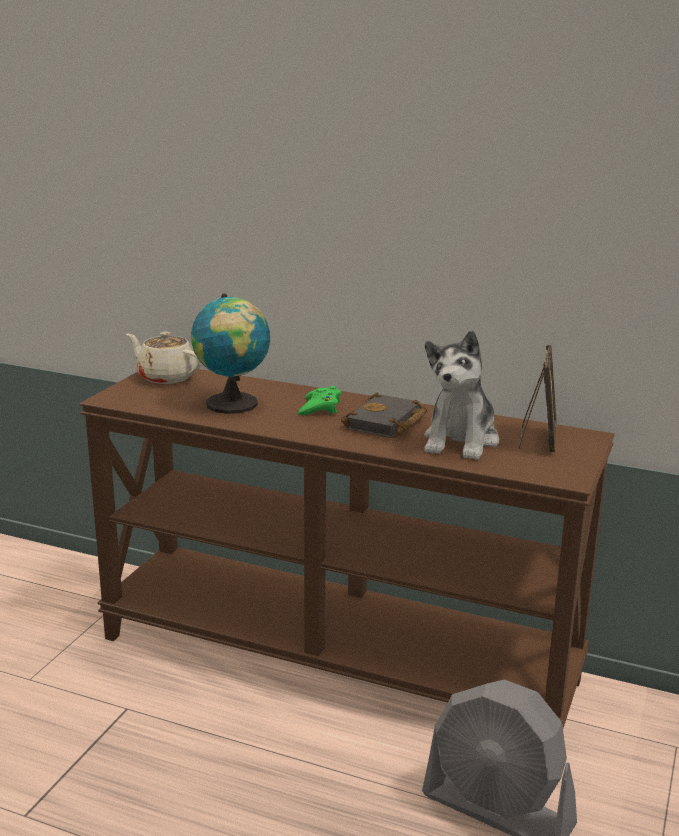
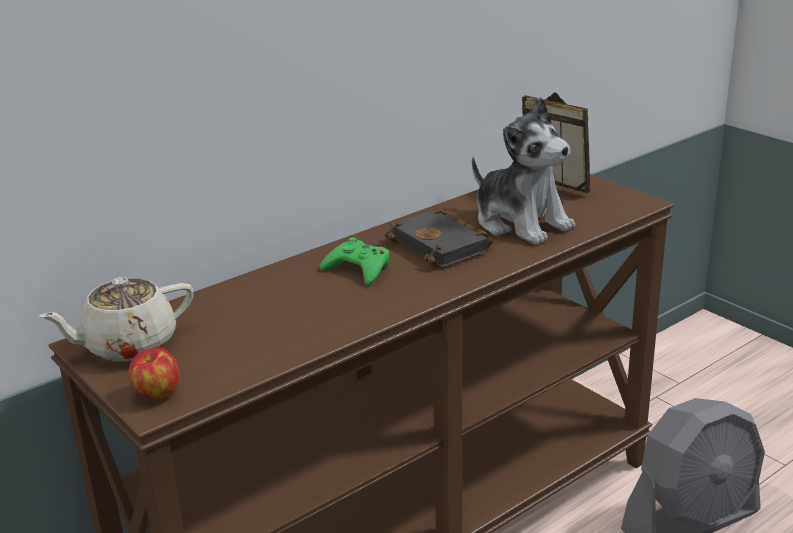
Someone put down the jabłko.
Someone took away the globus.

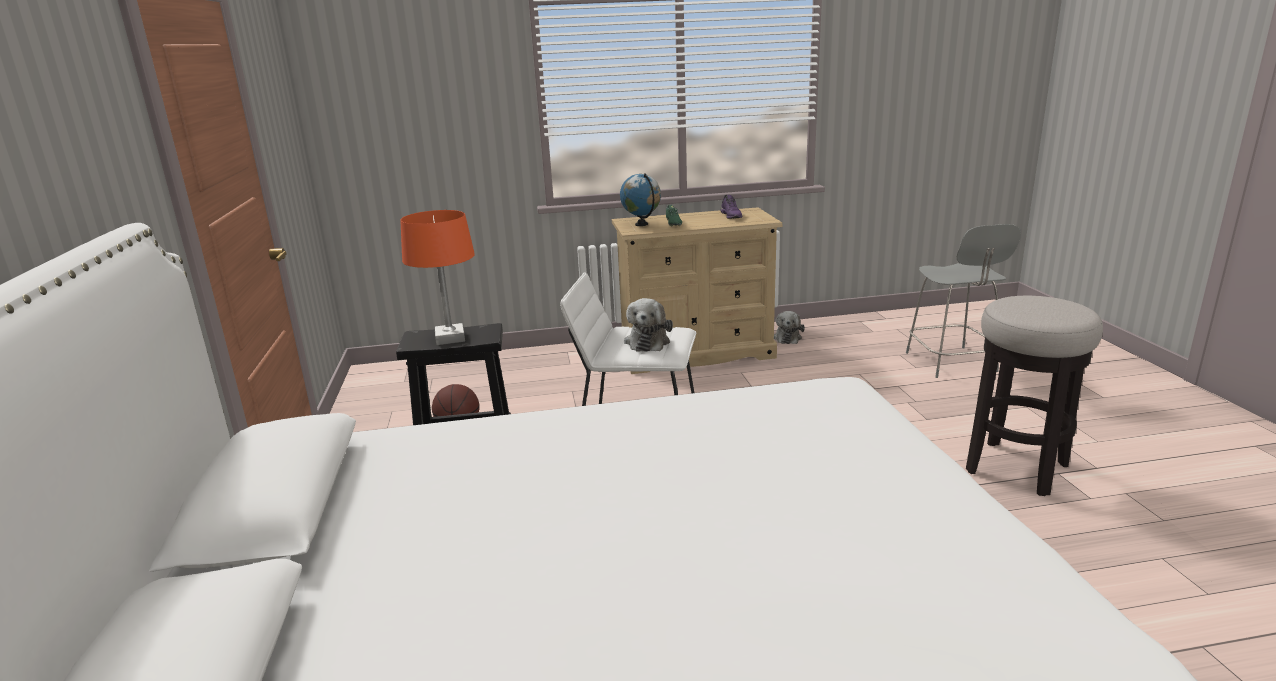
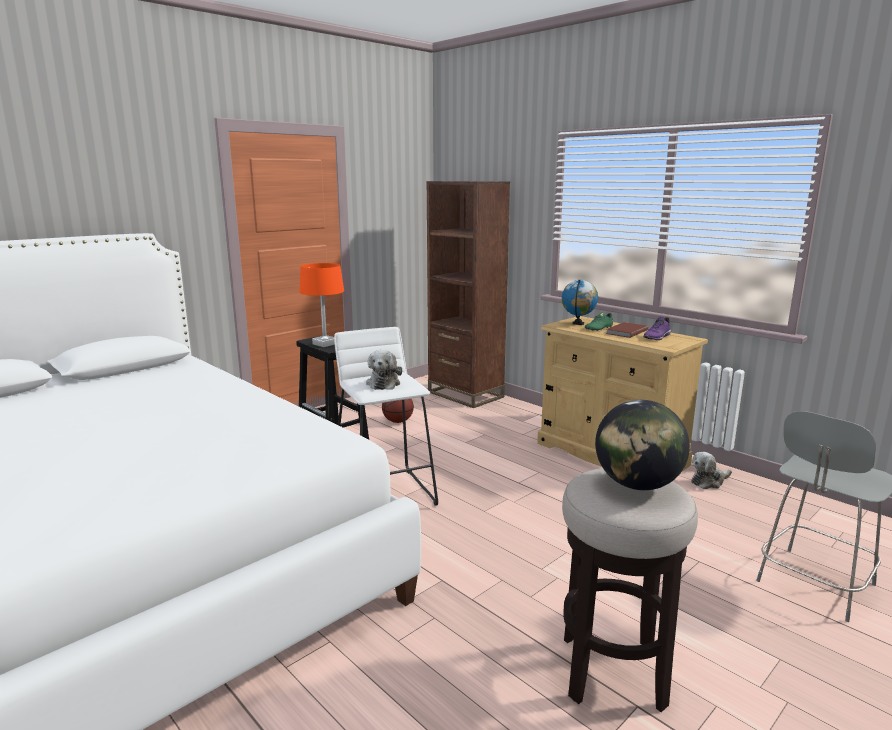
Someone rotated the pluszak (no. 1 from left) by 60 degrees counterclockwise.
Someone put down the regał/brązowy.
Someone put down the globus (no. 2 from left).
Someone put down the książka/brązowy.

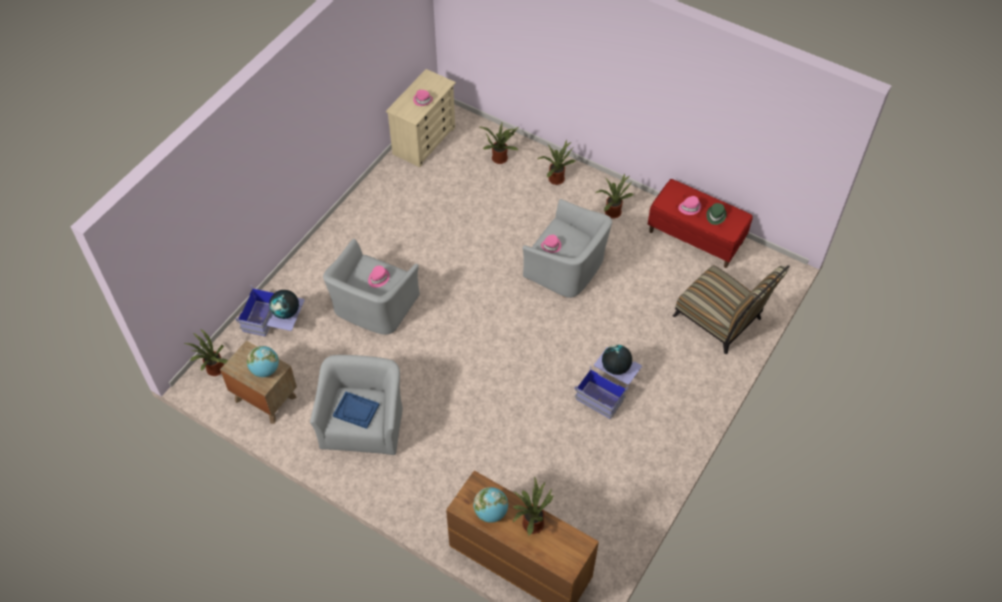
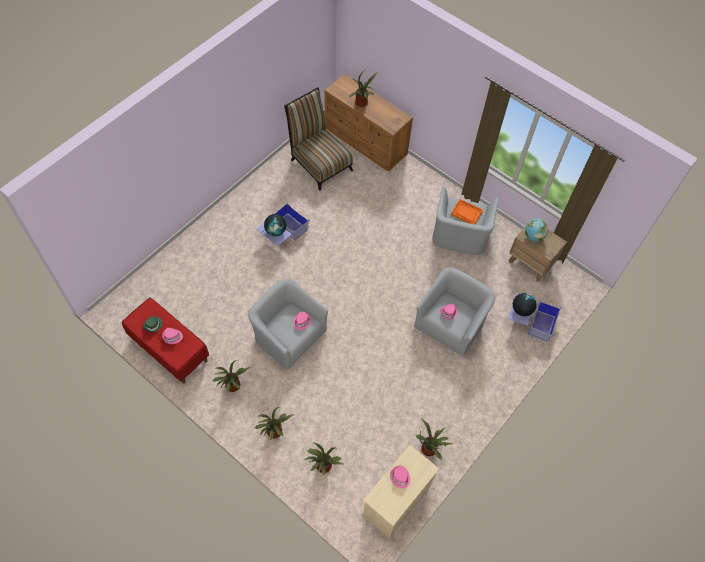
Someone carried the krzesło.
Someone carried the roślina doniczkowa (no. 1 from left in the first image).
Someone repainted the taca/niebieski, which became the taca/pomarańczowy.
Someone took away the globus (no. 3 from left).

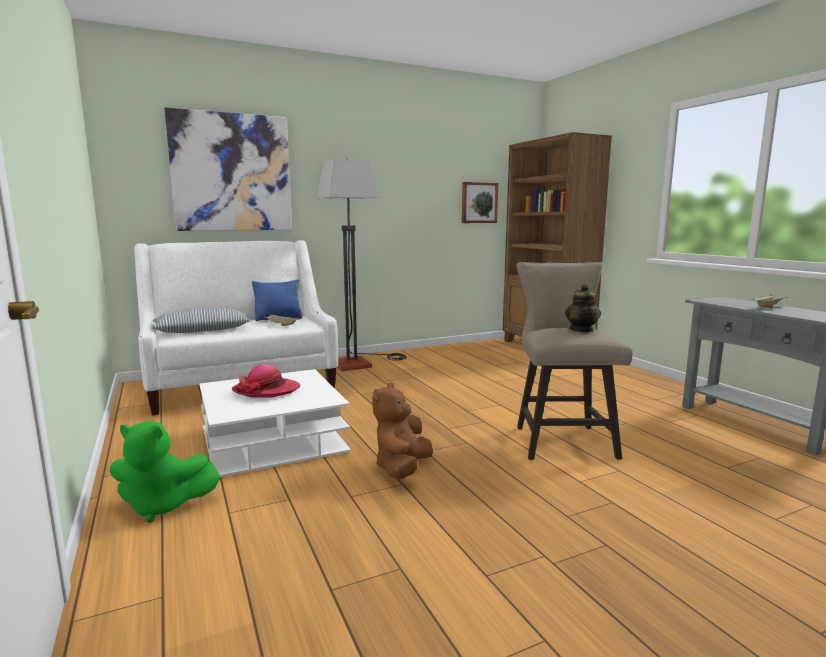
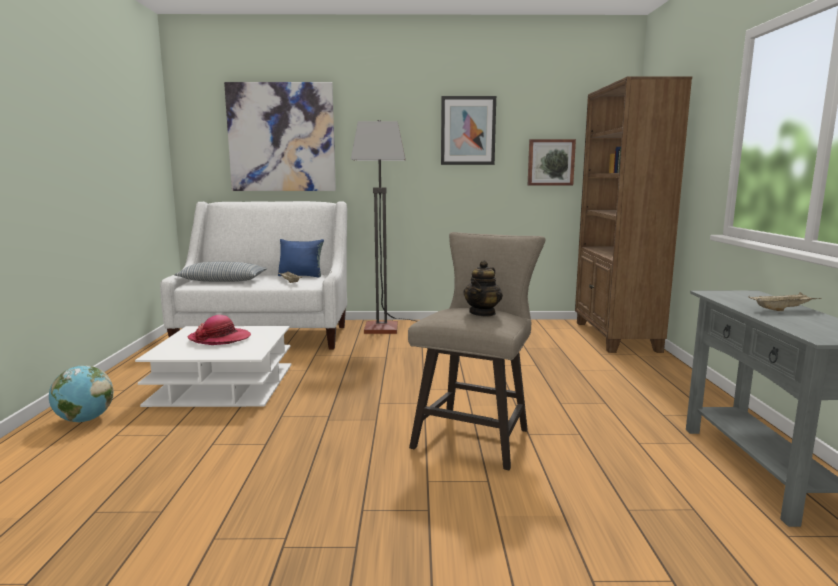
Someone swapped the pluszak/zielony for the globus.
Someone put up the obraz (no. 2 from left).
Someone took away the pluszak/brązowy.

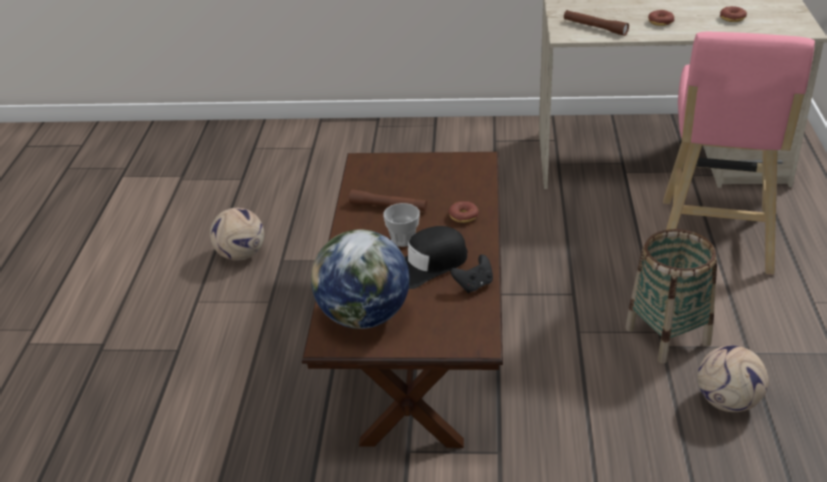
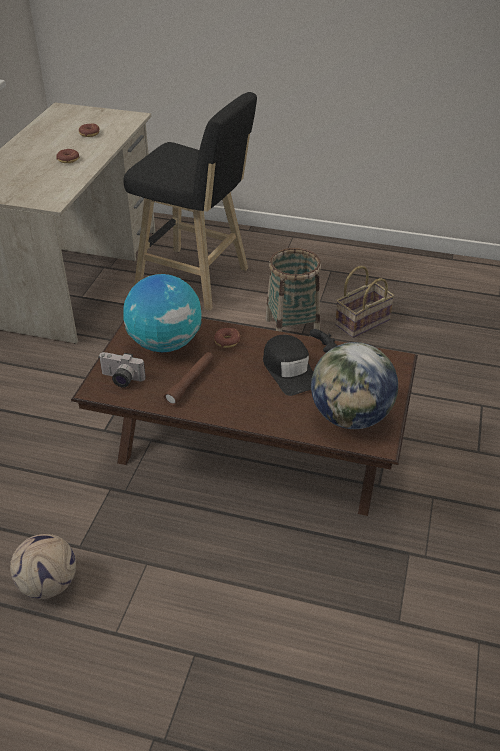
Someone put down the aparat fotograficzny.
Someone repainted the stołek/różowy, which became the stołek/czarny.
Someone put down the globus (no. 1 from left).
Someone swapped the piłka futbolowa (no. 2 from left) for the koszyk (no. 2 from left).
Someone took away the filiżanka.
Someone took away the latarka/brązowy (no. 2 from left).

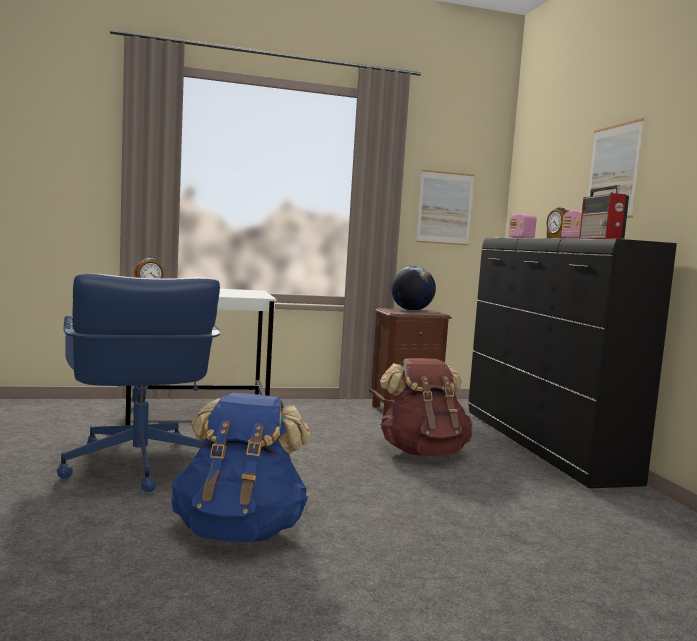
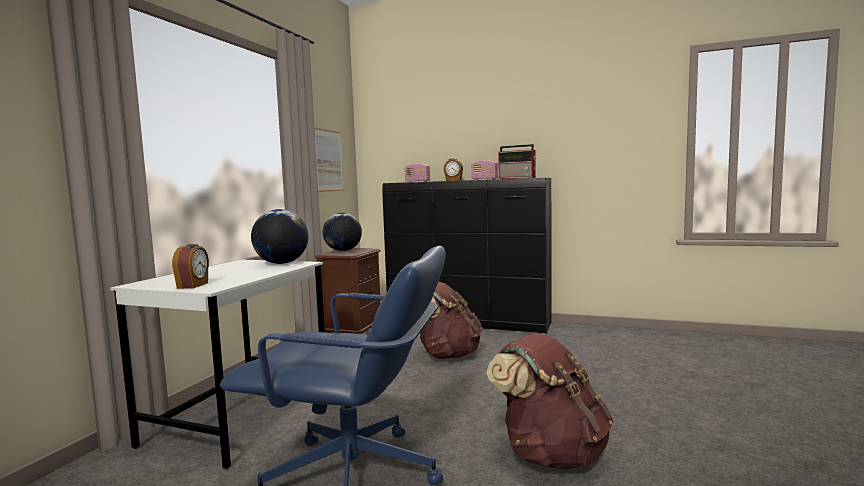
Someone put down the globus (no. 1 from left).
Someone repainted the plecak/niebieski, which became the plecak/brązowy (no. 2 from left).
Someone took away the obraz (no. 2 from left).

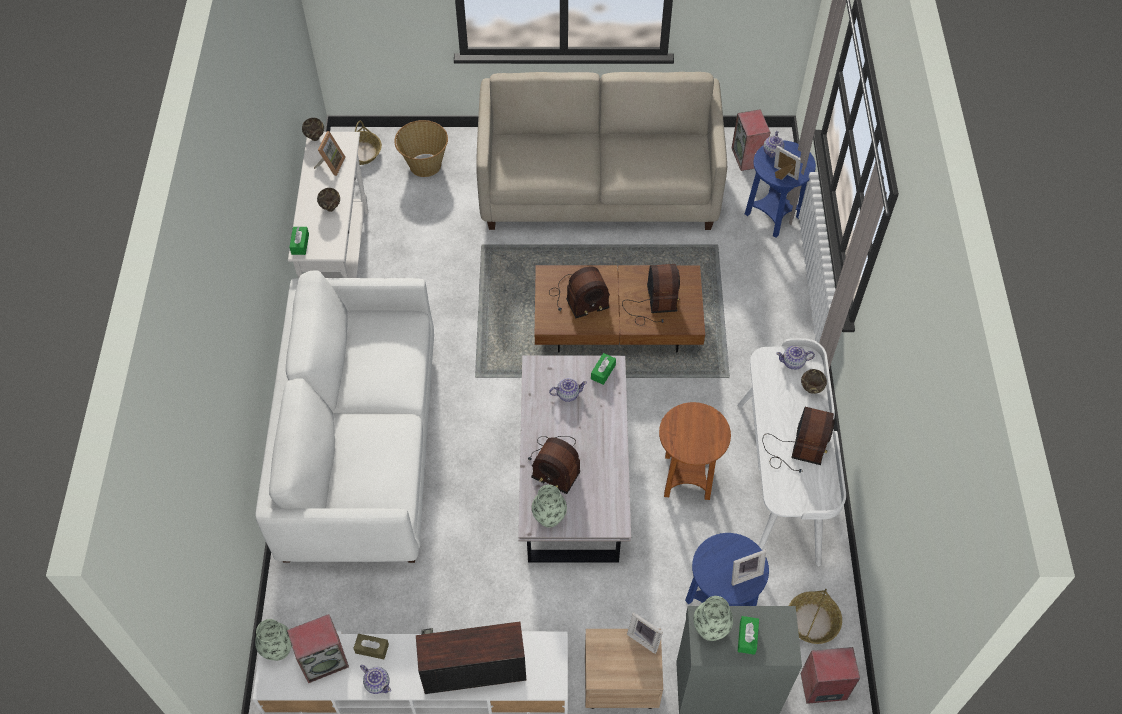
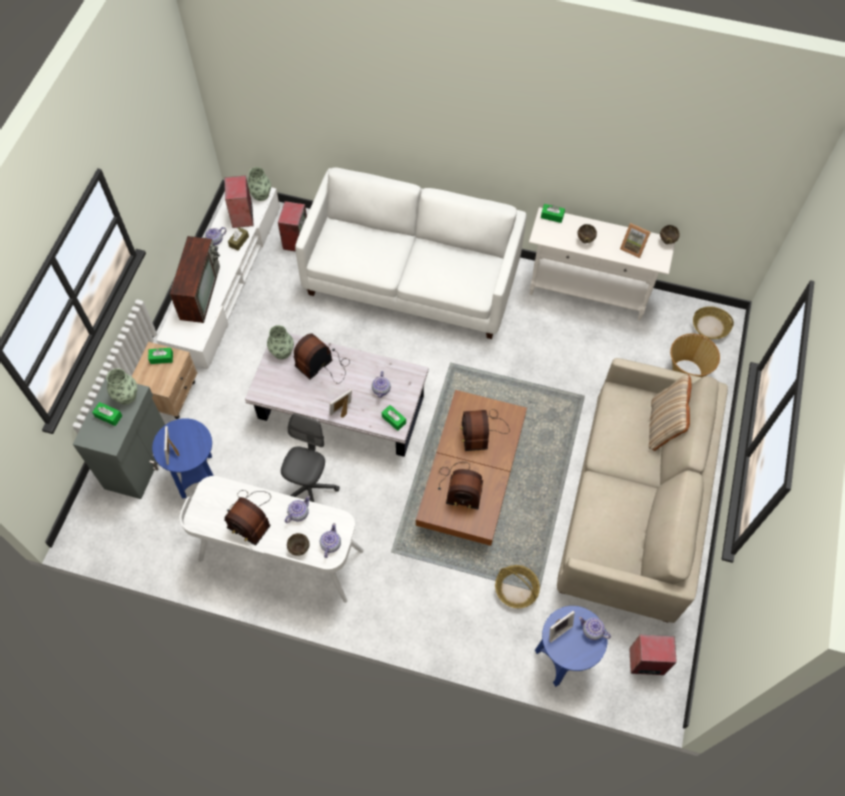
Someone put down the pudełko chusteczek/zielony (no. 2 from left).
Someone carried the głośnik (no. 3 from left in the first image).
Someone swapped the stolik/brązowy for the krzesło biurowe/szary.
Someone put down the imbryk (no. 2 from left).
Someone carried the ramka na zdjęcie (no. 2 from left).
Someone carried the koszyk (no. 3 from left in the first image).
Someone put down the poduszka/beżowy.

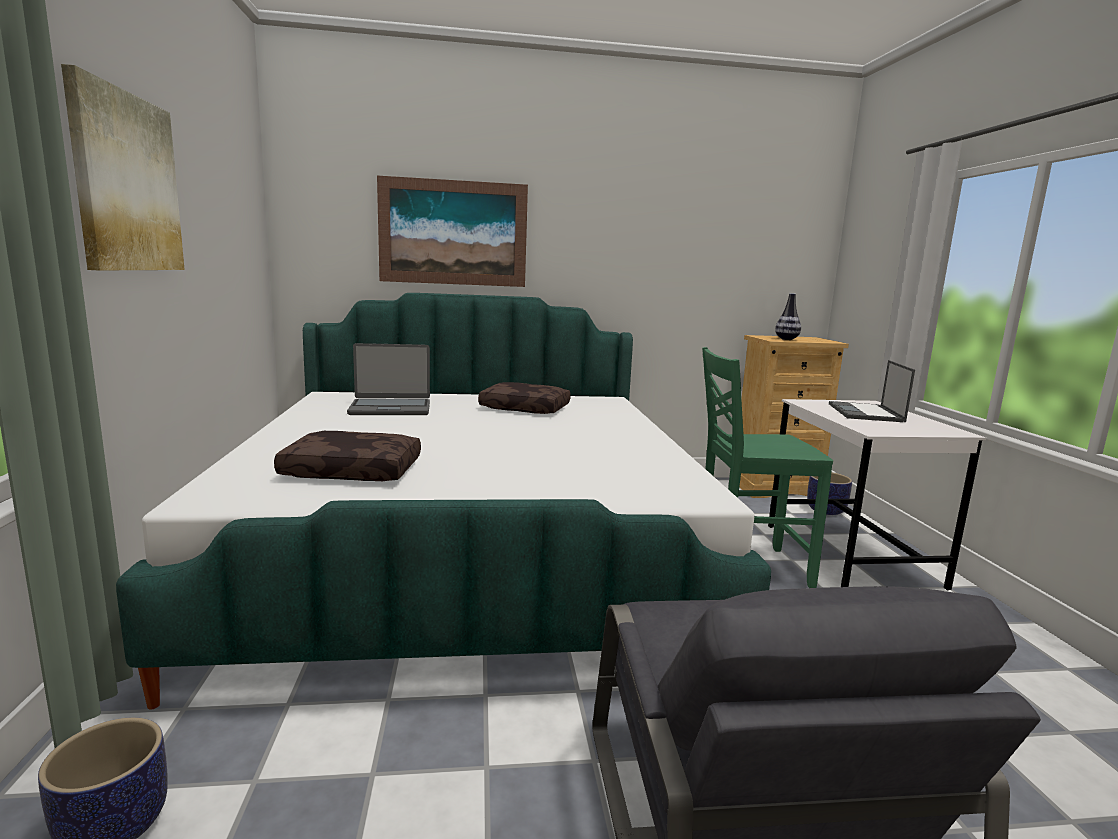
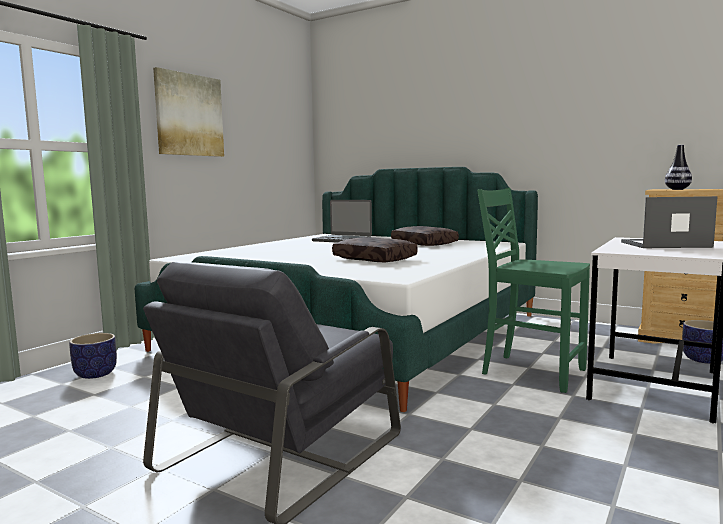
Someone carried the poduszka/brązowy (no. 1 from left).
Someone rotated the laptop (no. 2 from left) by 45 degrees clockwise.
Someone took away the obraz (no. 2 from left).

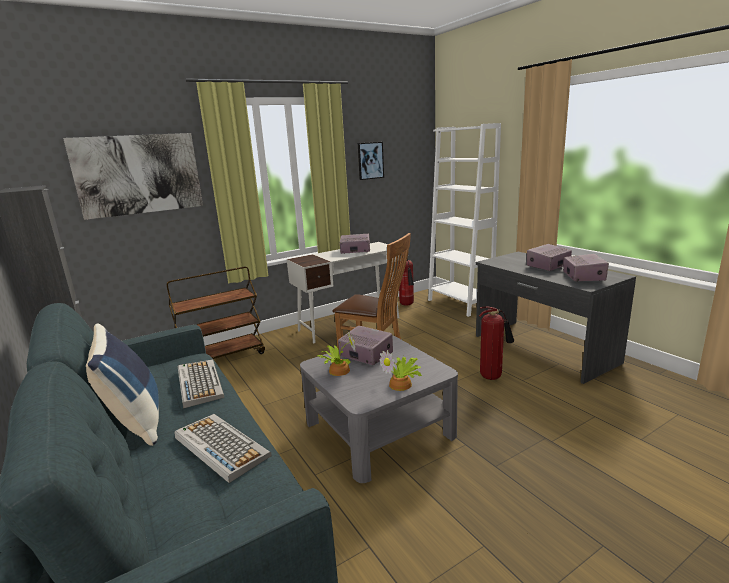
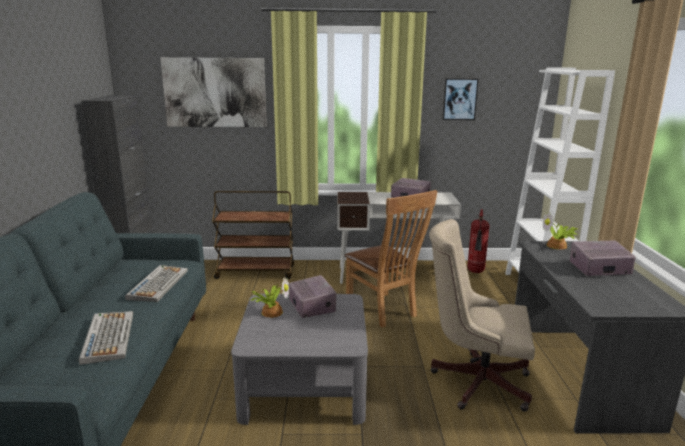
Someone swapped the gaśnica (no. 2 from left) for the krzesło biurowe/beżowy.
Someone carried the roślina doniczkowa (no. 2 from left).
Someone took away the poduszka/niebieski.
Someone took away the radio (no. 4 from left).

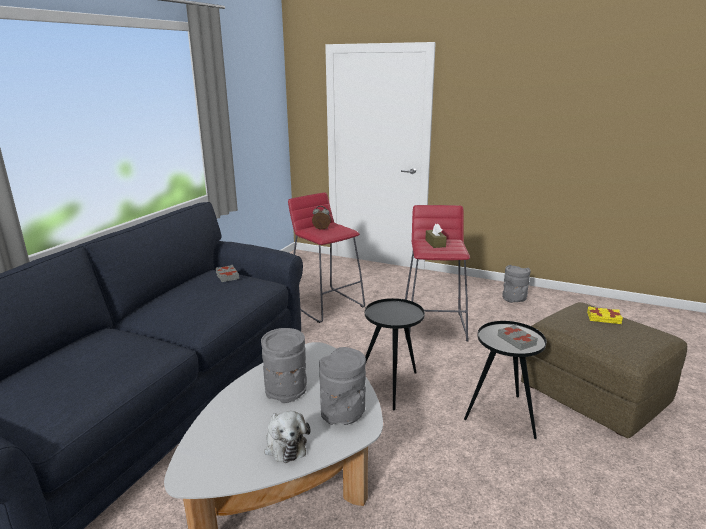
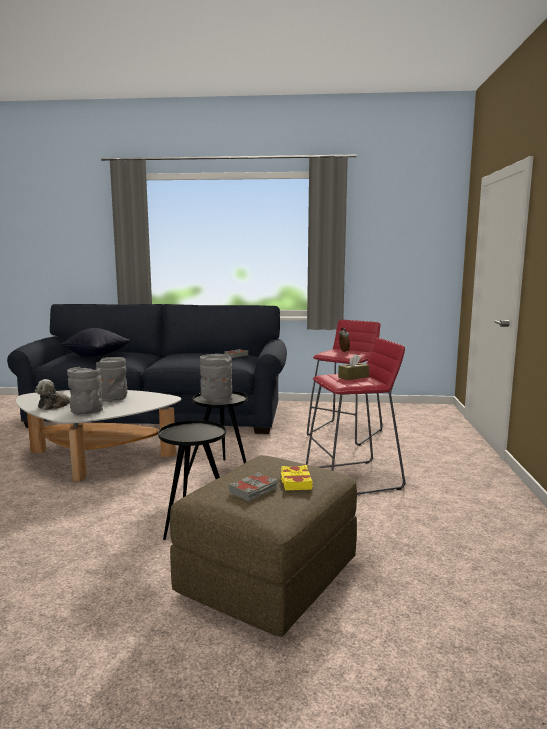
Someone put down the poduszka/czarny.
Someone carried the wazon/szary (no. 3 from left).
Someone carried the książka/szary (no. 2 from left).

